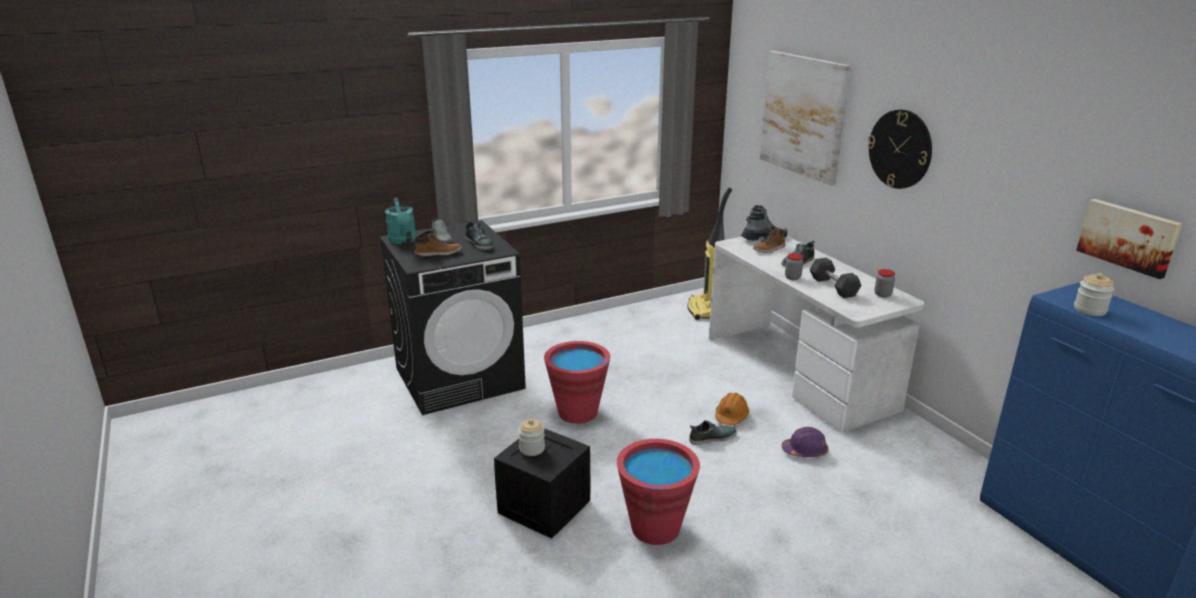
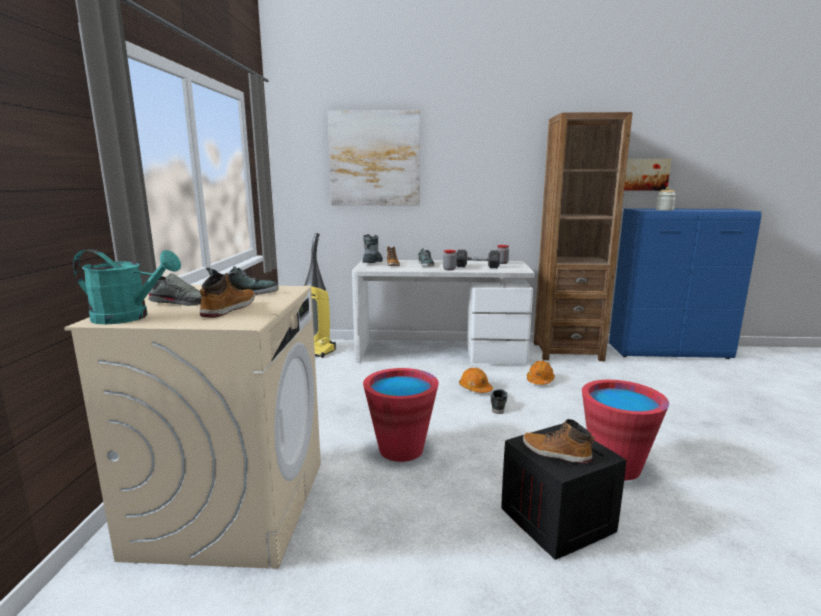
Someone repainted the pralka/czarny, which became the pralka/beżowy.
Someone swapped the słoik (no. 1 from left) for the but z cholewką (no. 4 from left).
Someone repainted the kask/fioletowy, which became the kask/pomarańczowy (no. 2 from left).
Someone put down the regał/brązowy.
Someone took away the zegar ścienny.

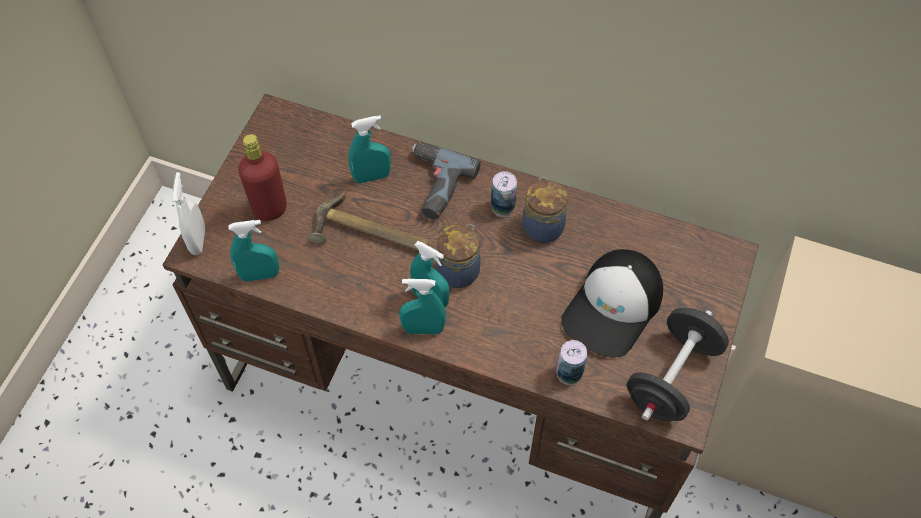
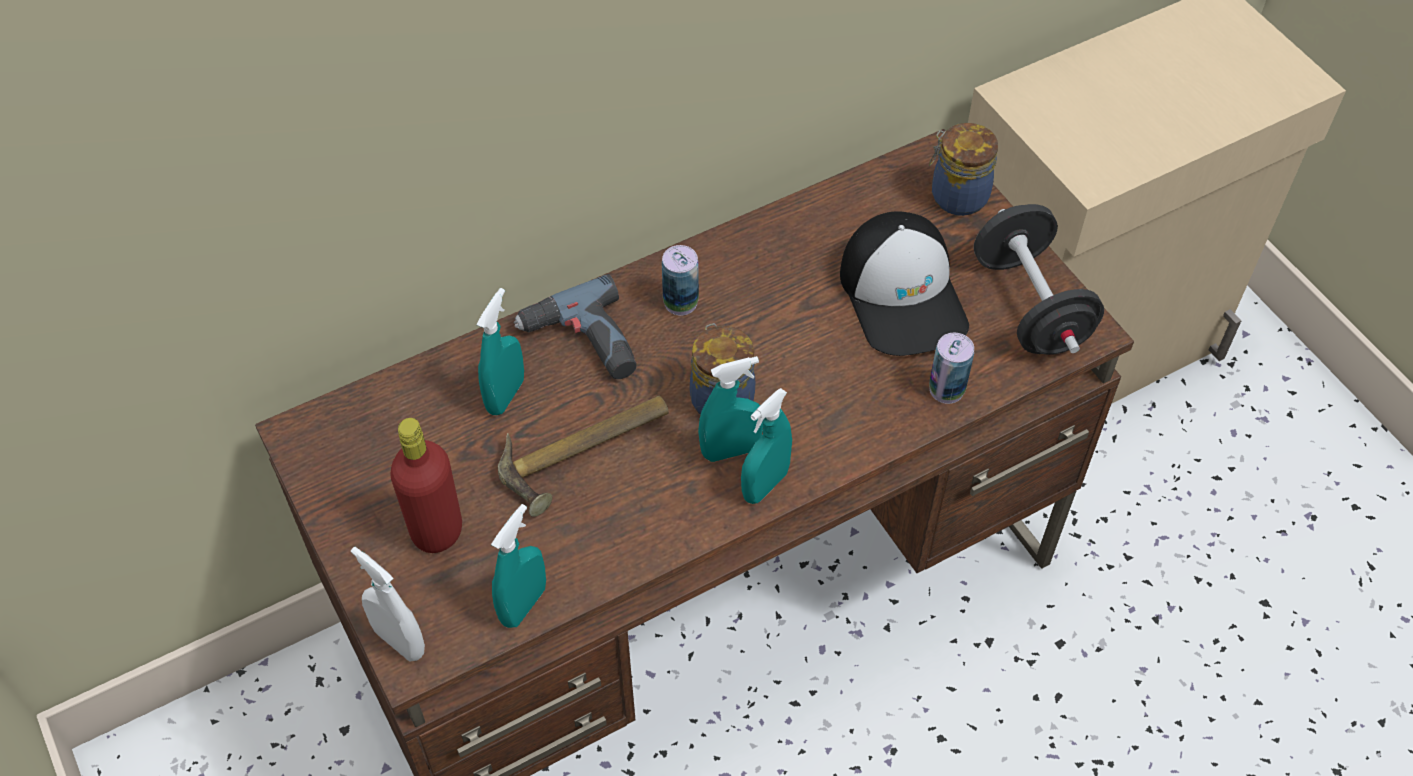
Someone carried the słoik (no. 2 from left).

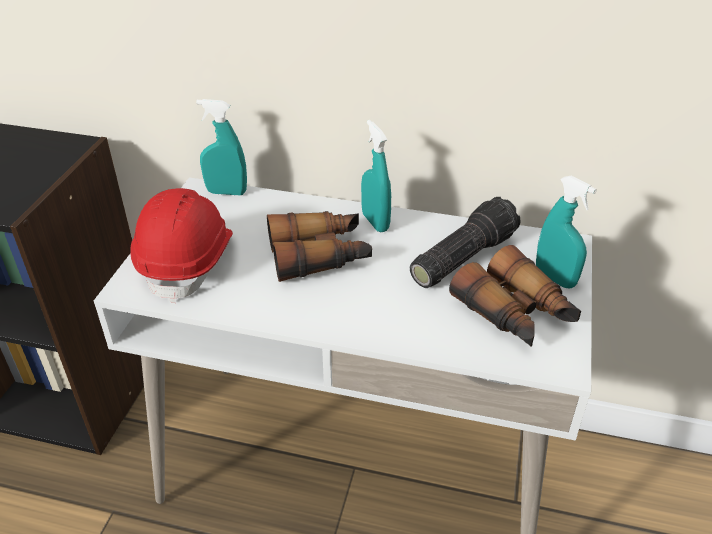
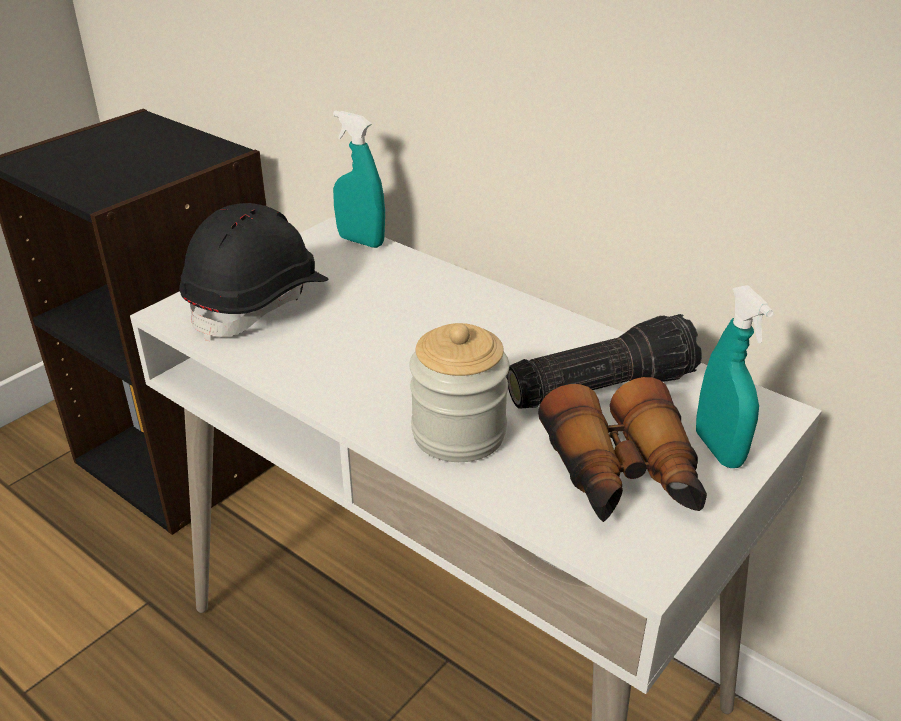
Someone repainted the kask/czerwony, which became the kask/czarny.
Someone put down the słoik.
Someone took away the lornetka (no. 1 from left).
Someone took away the spryskiwacz/turkusowy (no. 2 from left).

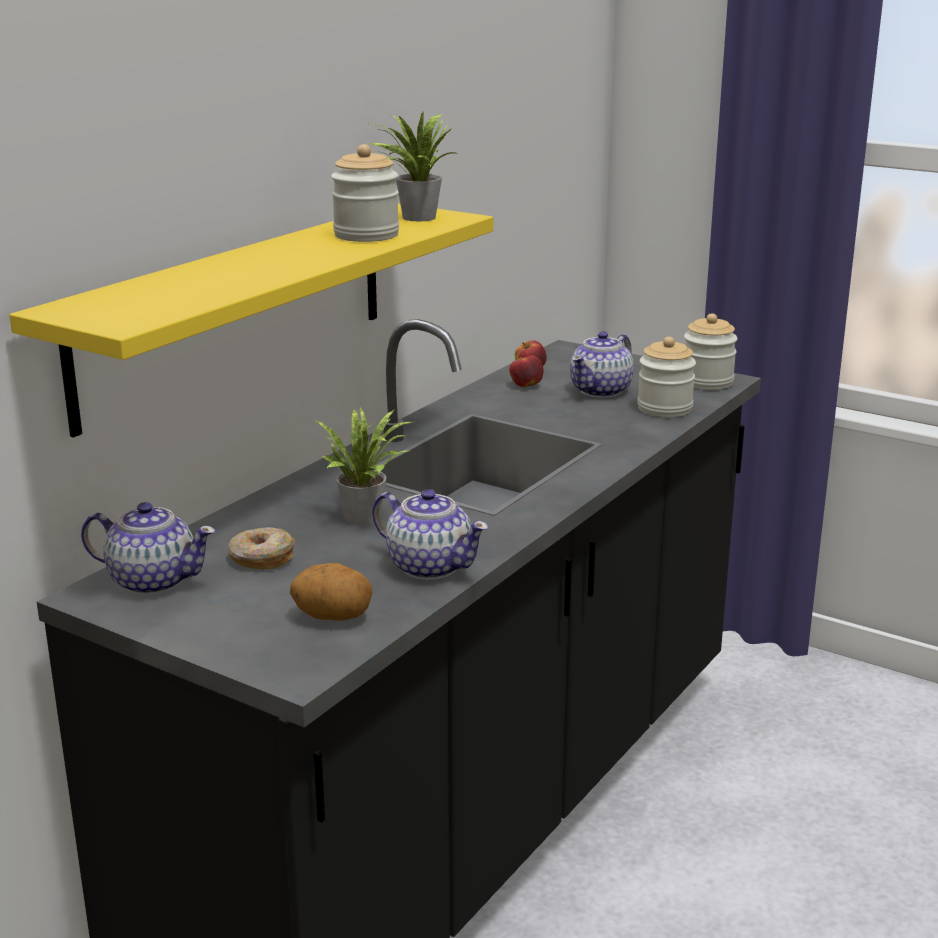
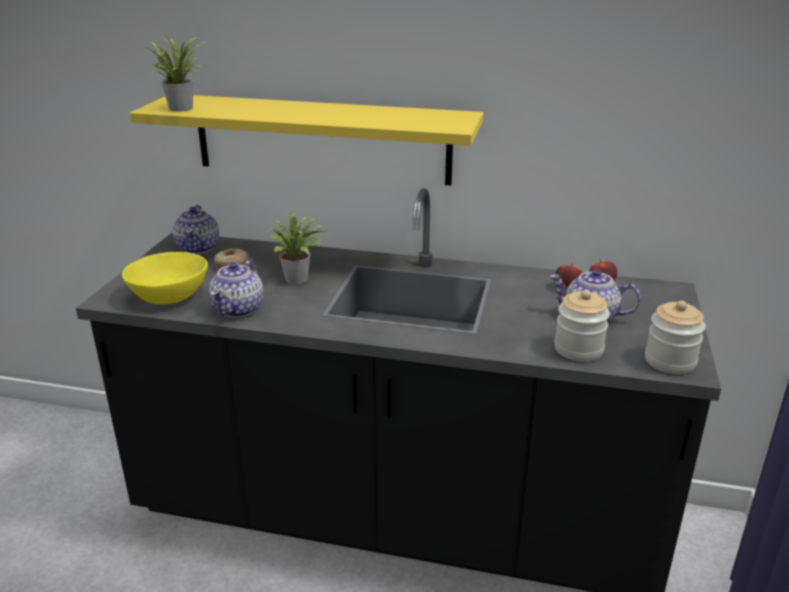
Someone swapped the ziemniak for the miska/żółty.
Someone carried the roślina doniczkowa (no. 2 from left in the first image).
Someone took away the słoik (no. 1 from left).

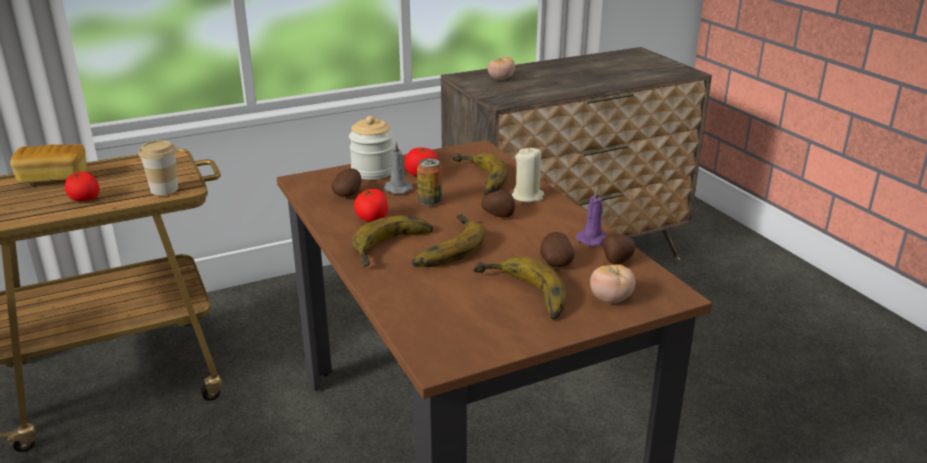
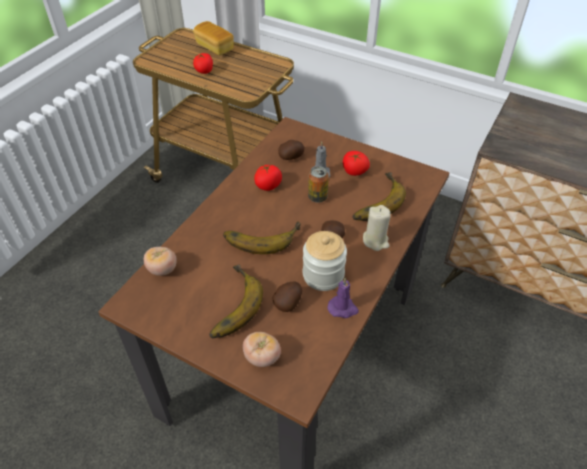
Someone carried the pomidor (no. 4 from left in the first image).
Someone carried the słoik.
Someone took away the filiżanka.
Someone took away the banan (no. 1 from left).
Someone took away the ziemniak (no. 4 from left).

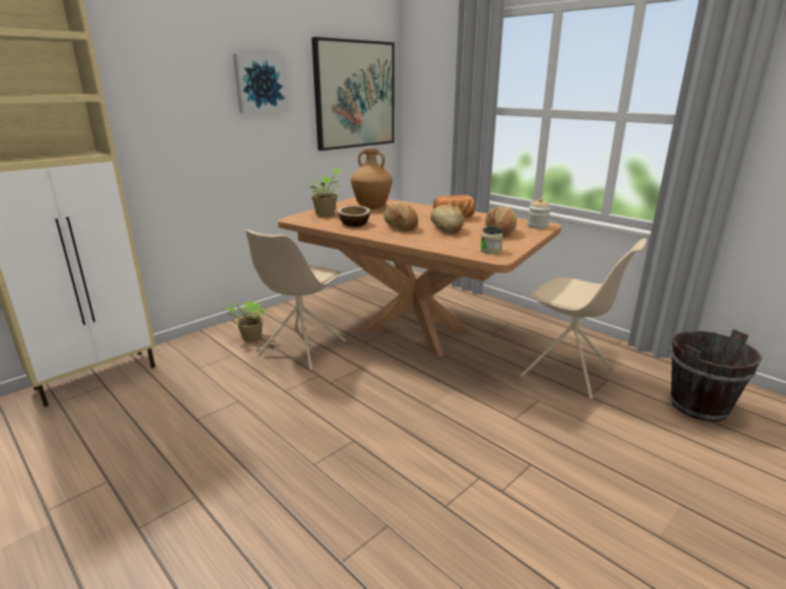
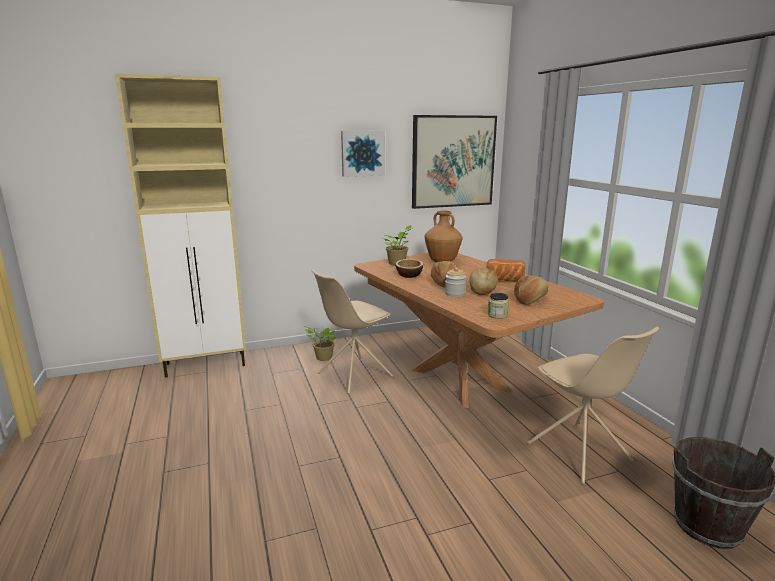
Someone carried the słoik (no. 2 from left in the first image).

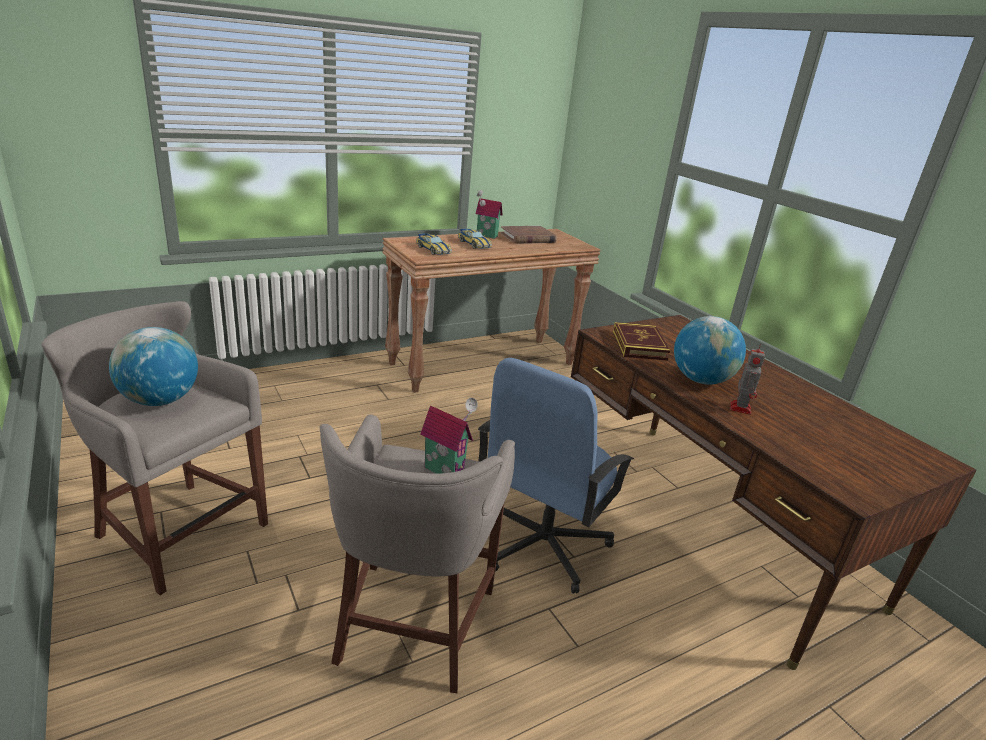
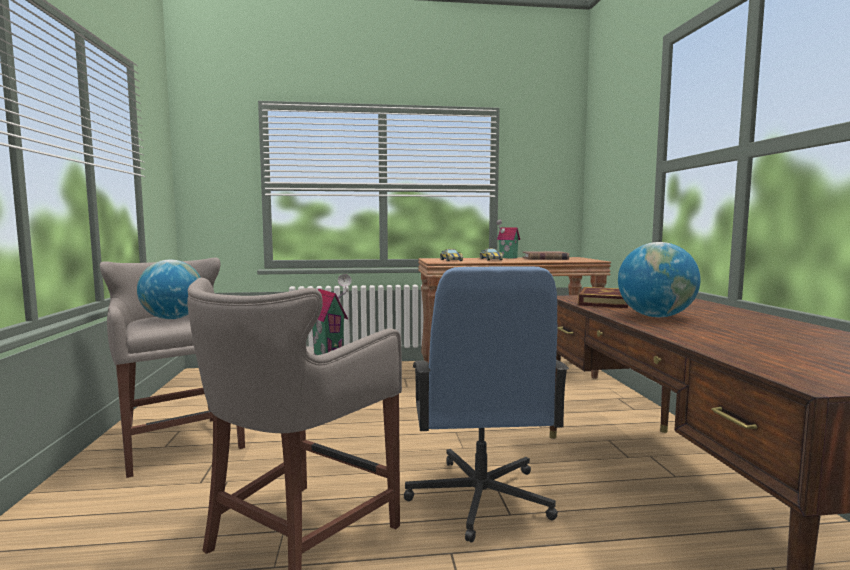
Someone rotated the krzesło biurowe/niebieski by 60 degrees counterclockwise.
Someone took away the robot zabawkowy.

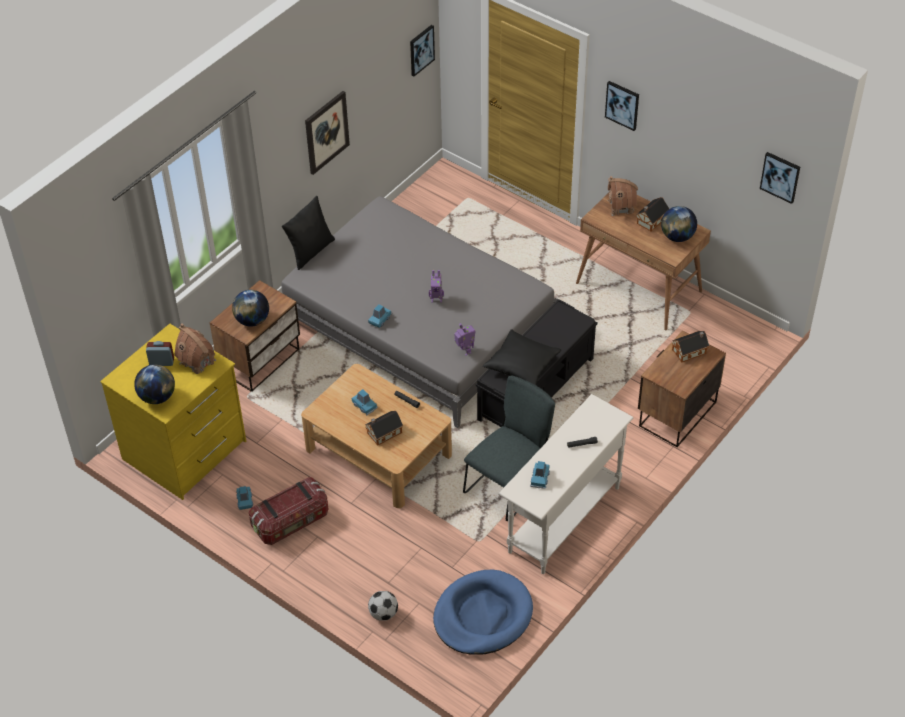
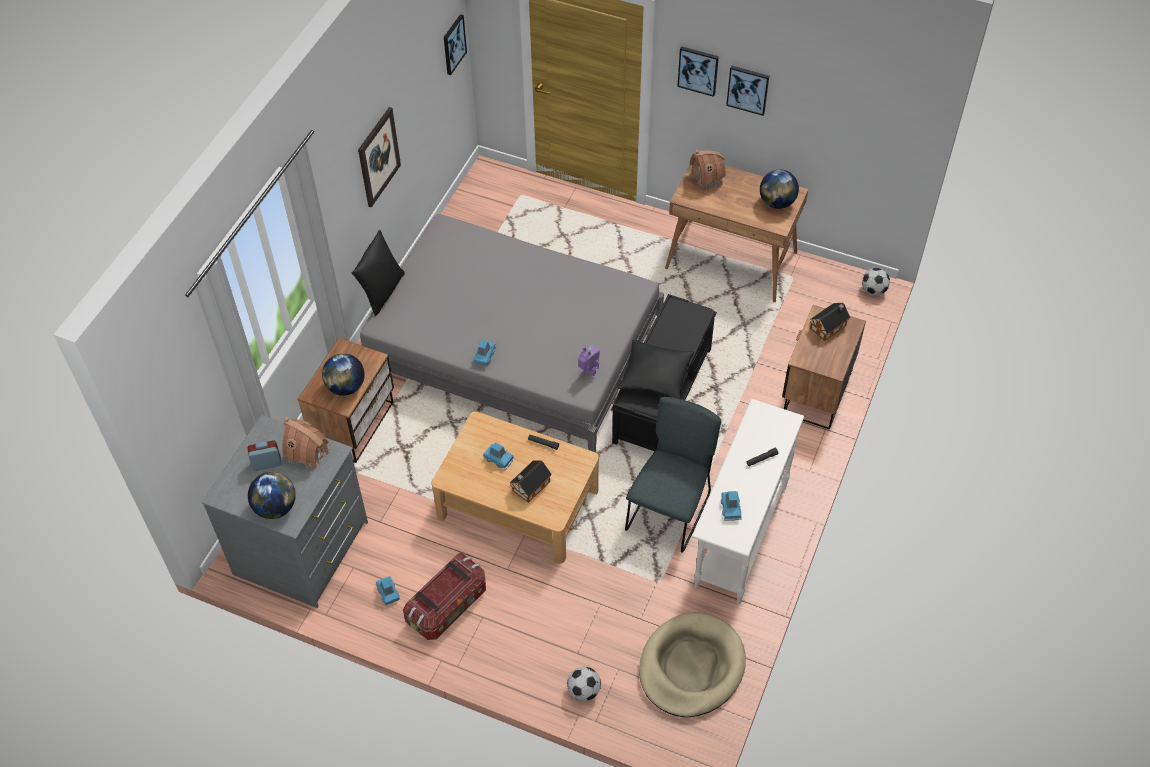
Someone repainted the komoda/żółty, which became the komoda/szary.
Someone repainted the legowisko/niebieski, which became the legowisko/beżowy.
Someone carried the obraz (no. 4 from left).
Someone put down the piłka futbolowa (no. 2 from left).
Someone took away the robot zabawkowy (no. 1 from left).
Someone took away the domek (no. 4 from left).

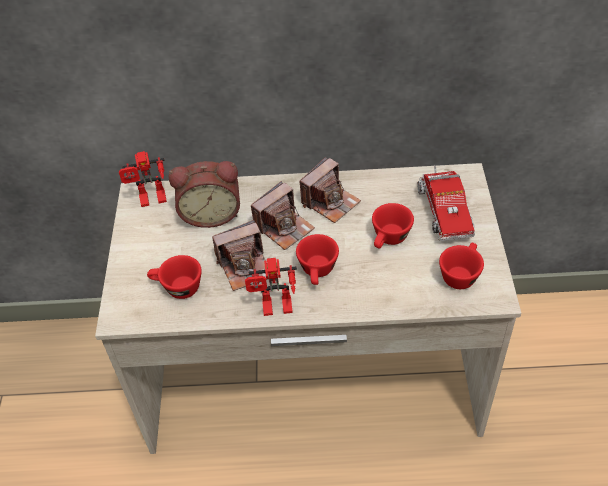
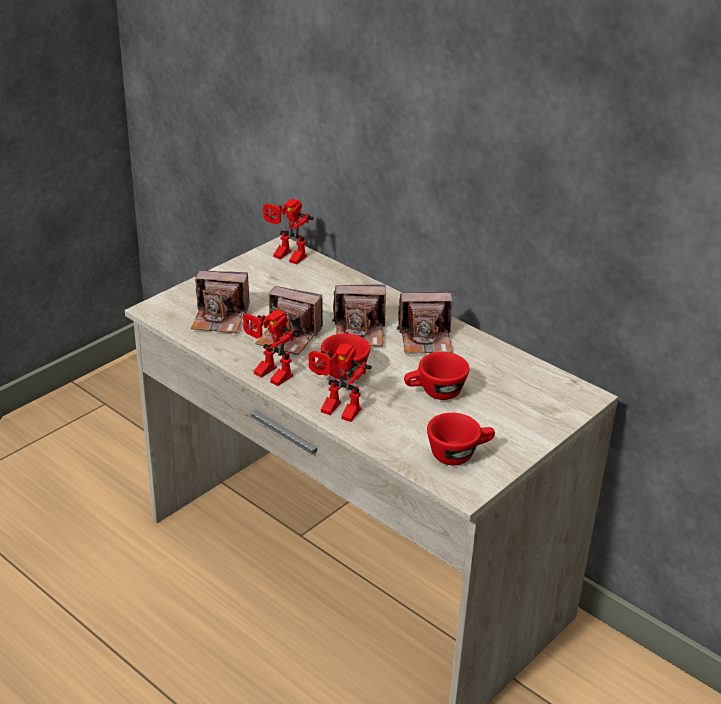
Someone swapped the filiżanka/czerwony (no. 1 from left) for the aparat fotograficzny (no. 1 from left).
Someone put down the robot zabawkowy (no. 3 from left).
Someone took away the budzik.
Someone took away the ciężarówka zabawkowa.

